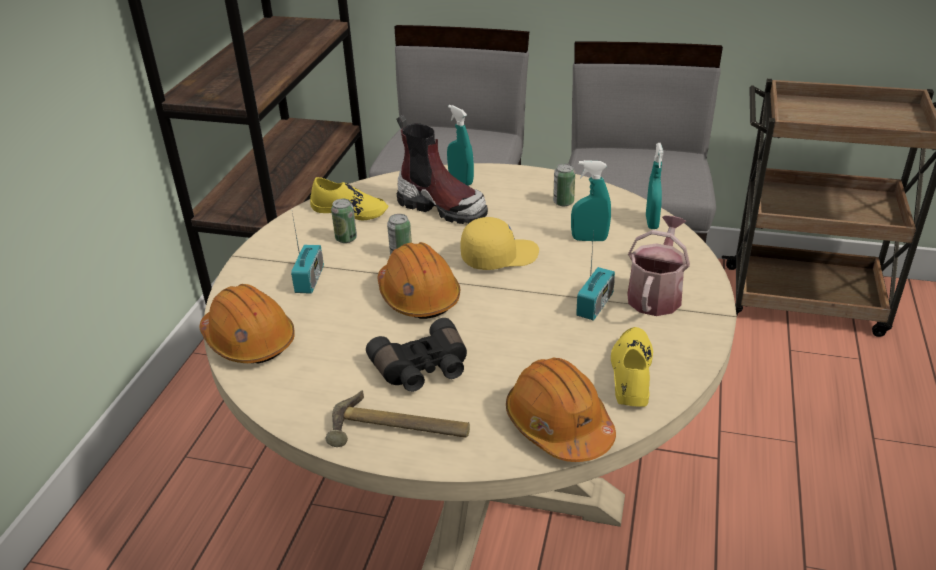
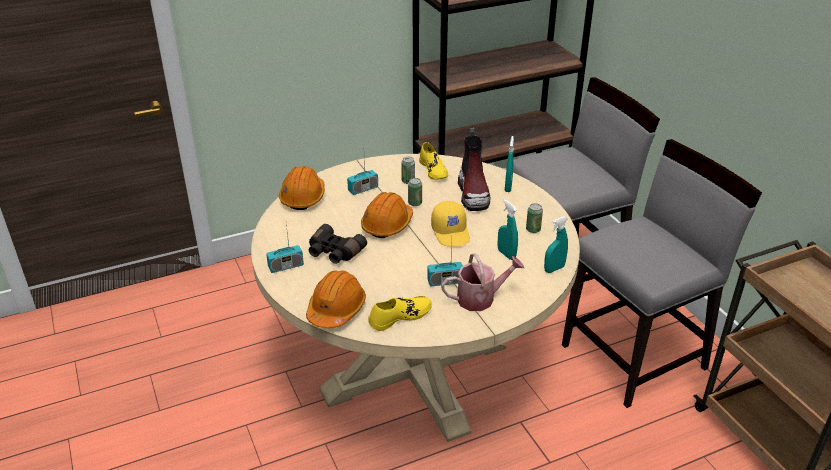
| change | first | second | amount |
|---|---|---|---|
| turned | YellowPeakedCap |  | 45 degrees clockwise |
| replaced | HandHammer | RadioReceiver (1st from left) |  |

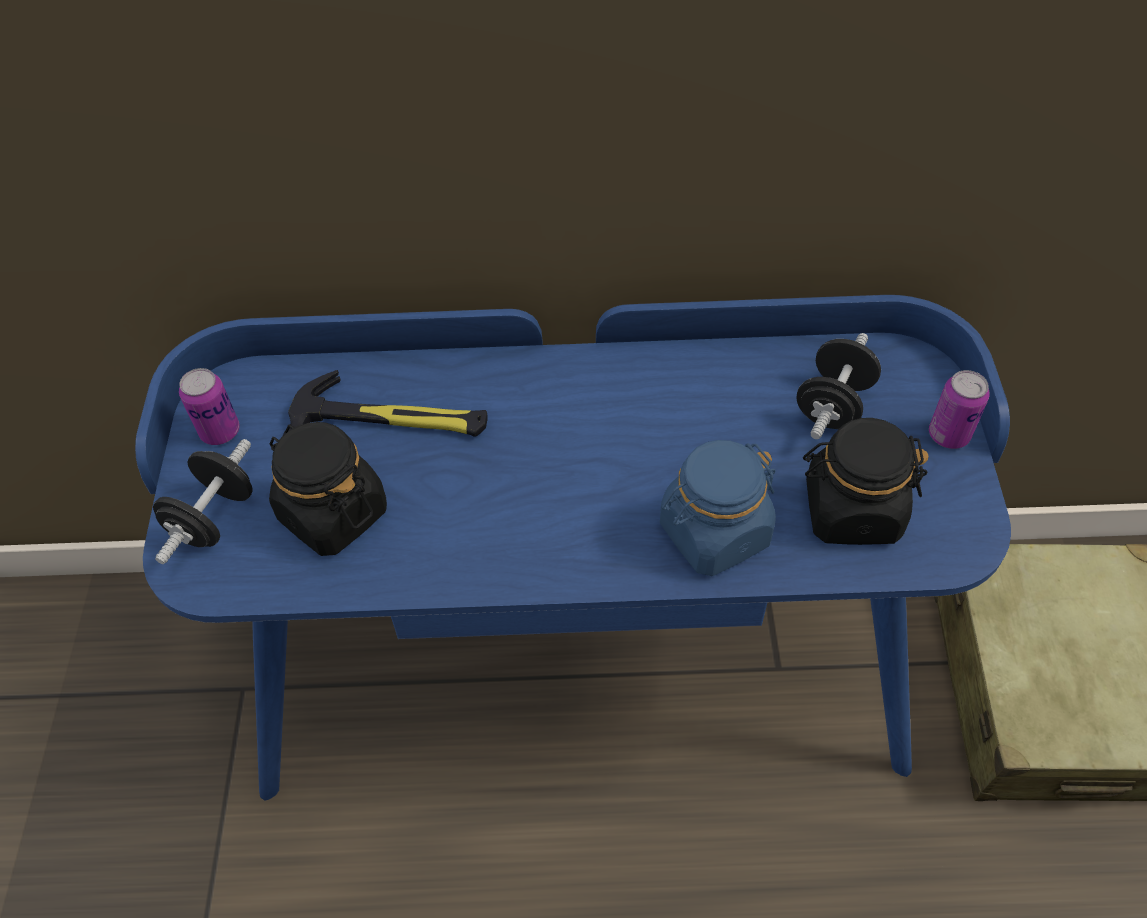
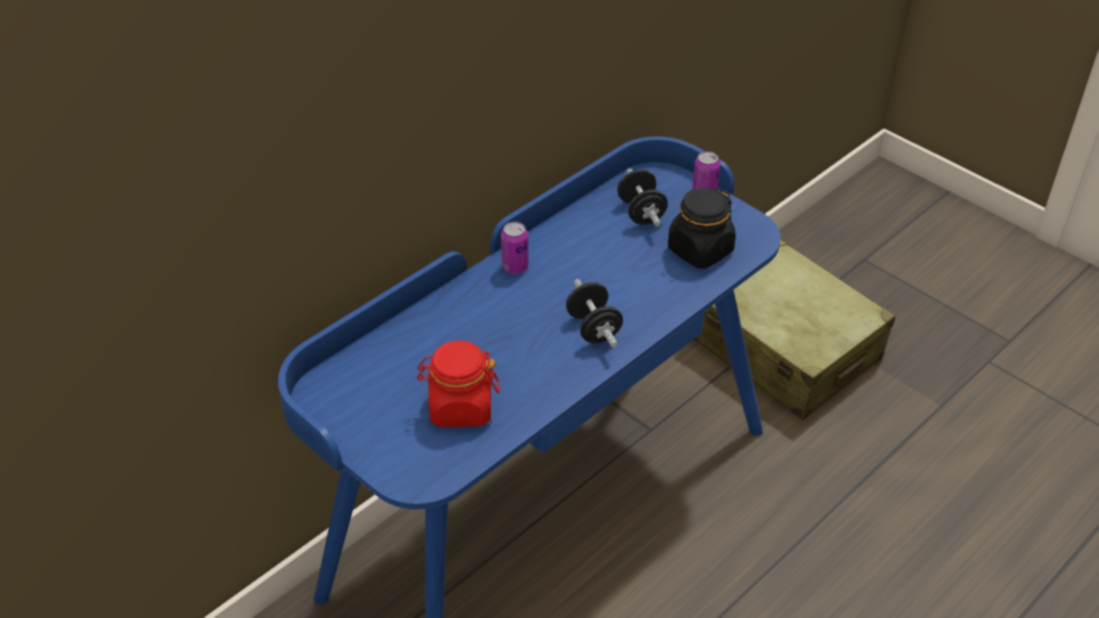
| change | first | second | amount |
|---|---|---|---|
| moved | SealedCan (1st from left) |  |  |
| removed | HandHammer |  |  |
| recoloured | BlackColouredJar (1st from left) | RedJar |  |
| moved | BlackColouredDumbbell (1st from left) |  |  |
| removed | BlueJar |  |  |

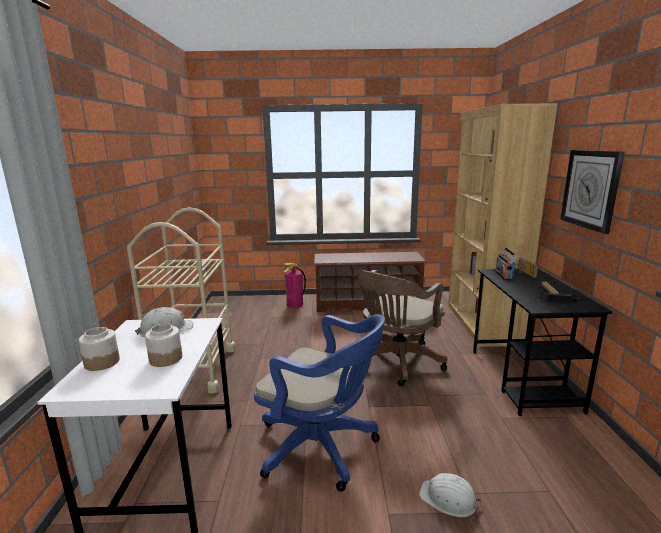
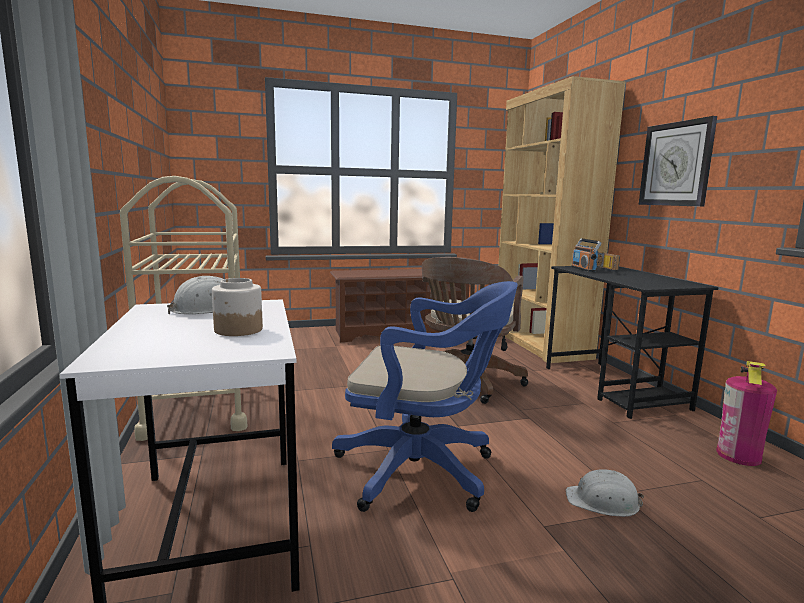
| change | first | second | amount |
|---|---|---|---|
| moved | FireExtinguisher |  |  |
| removed | HandHammer |  |  |
| removed | Jar (1st from left) |  |  |

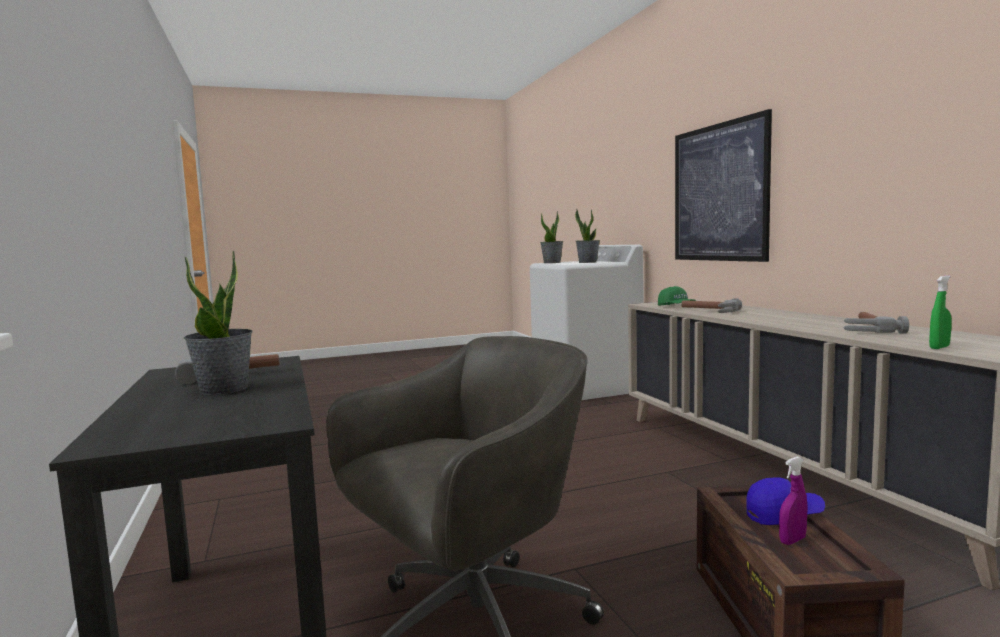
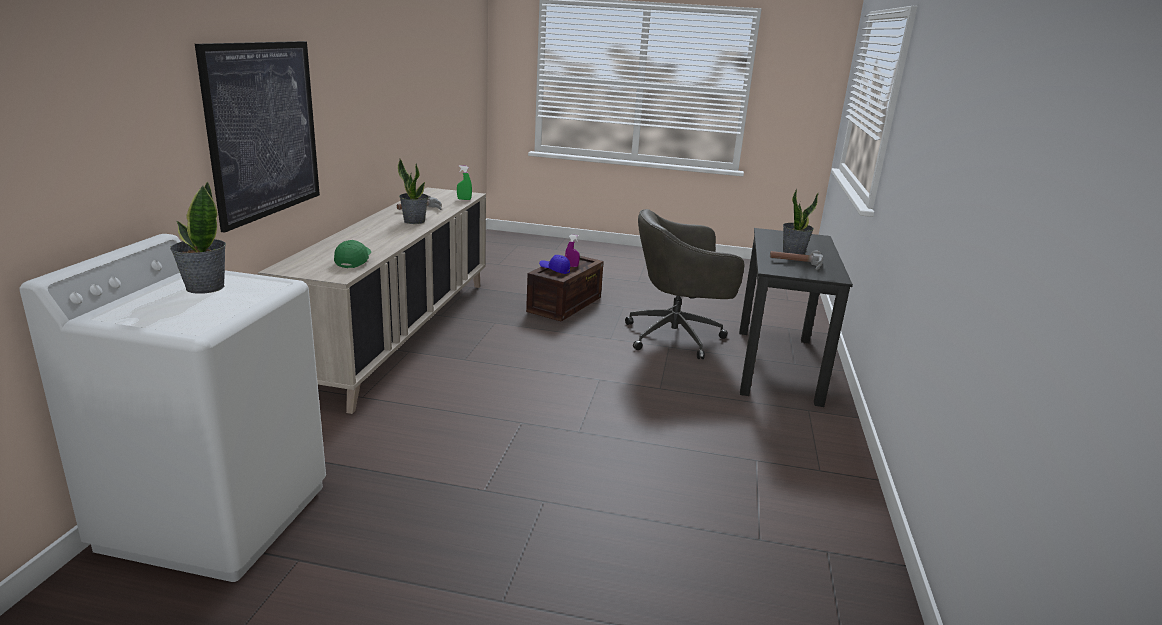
| change | first | second | amount |
|---|---|---|---|
| moved | PlantInAPot (2nd from left) |  |  |
| removed | HandHammer (2nd from left) |  |  |

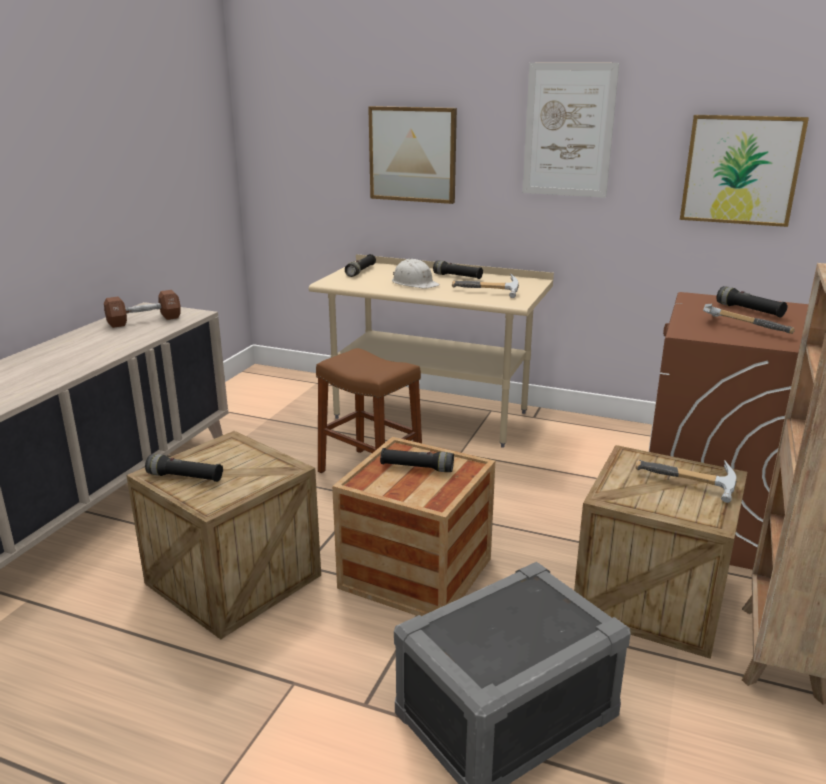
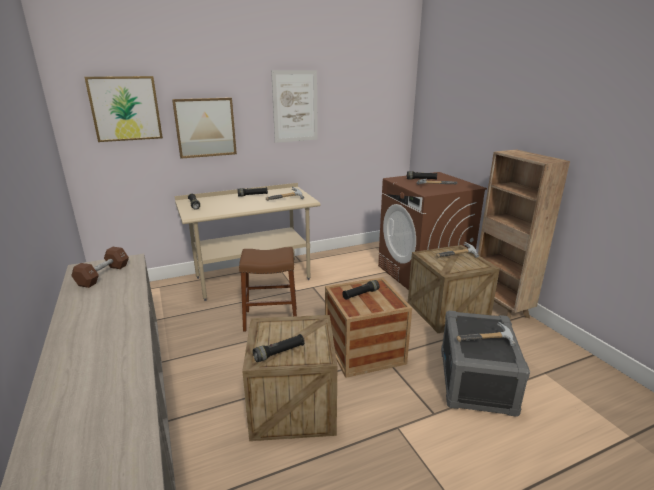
| change | first | second | amount |
|---|---|---|---|
| moved | WallPicture (3rd from left in the first image) | WallPicture (1st from left) |  |
| removed | WhiteColouredWorkHelmet |  |  |
| added |  | HandHammer (4th from left) |  |

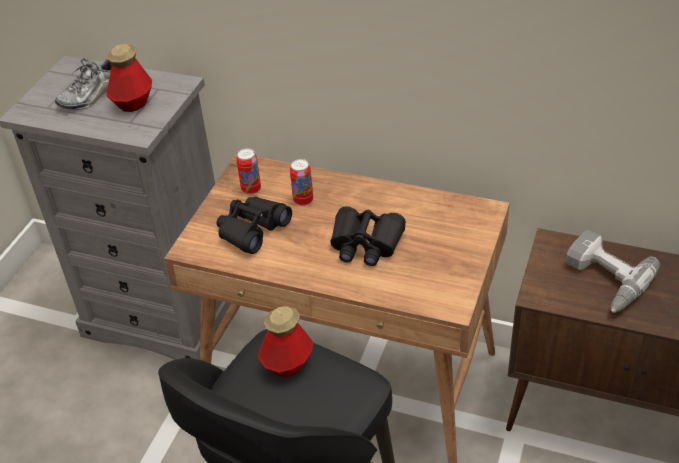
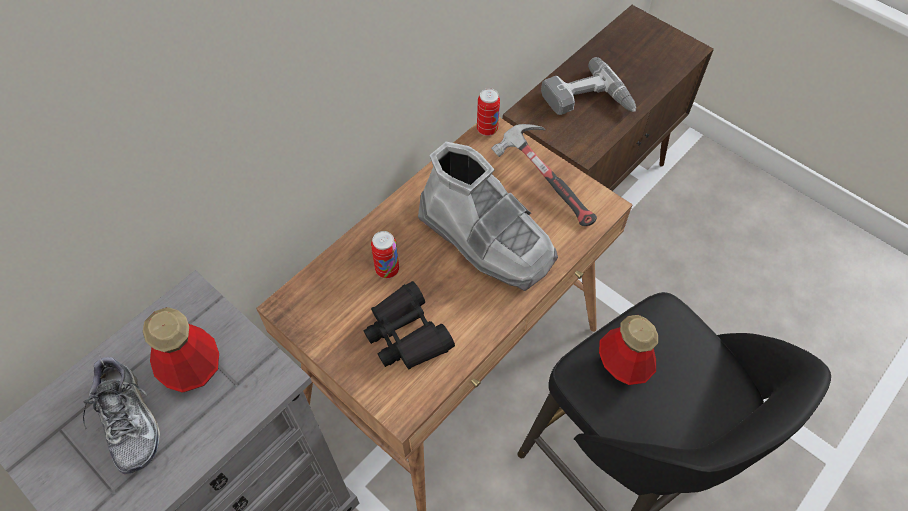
| change | first | second | amount |
|---|---|---|---|
| moved | SealedCan (1st from left in the first image) | SealedCan (2nd from left) |  |
| replaced | BlackColouredBinoculars (2nd from left) | GrayBoot |  |
| added |  | HandHammer |  |

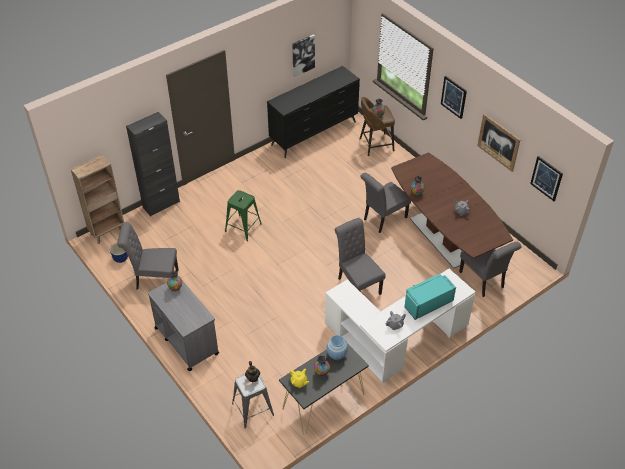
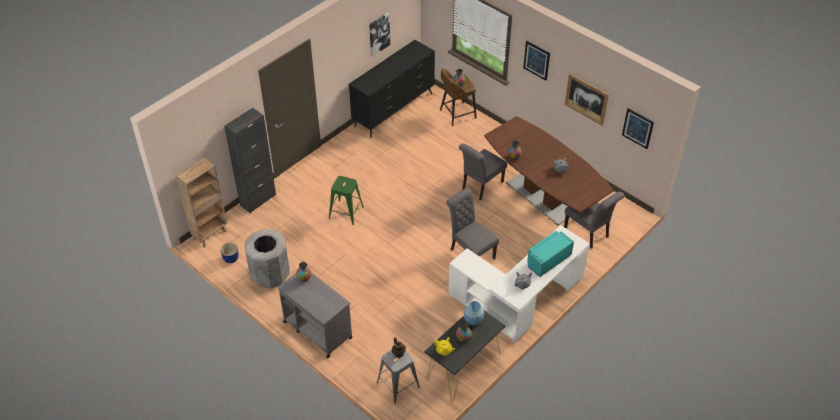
| change | first | second | amount |
|---|---|---|---|
| replaced | GrayPlainChair (1st from left) | GrayTrashCan |  |

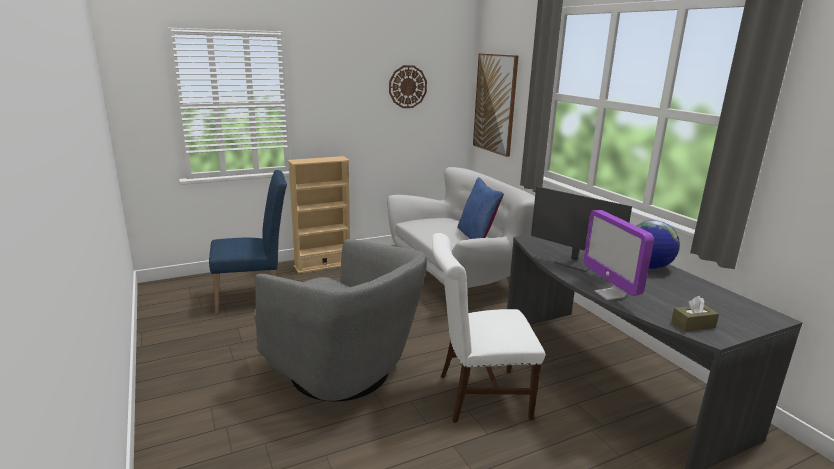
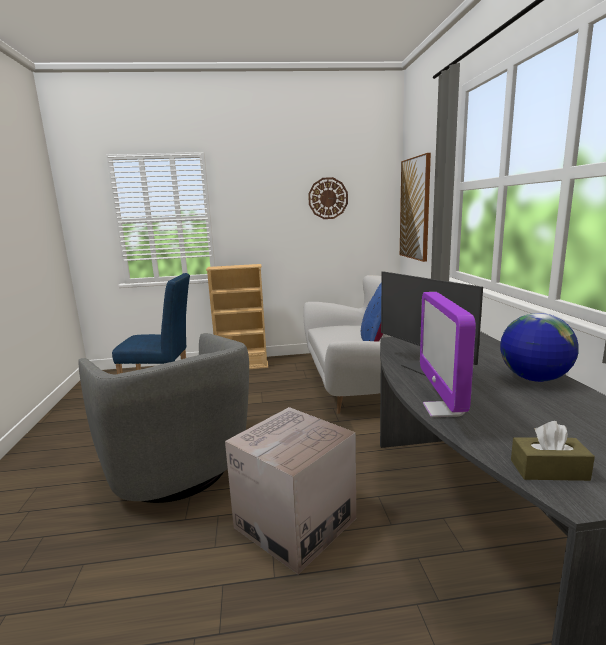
| change | first | second | amount |
|---|---|---|---|
| replaced | WhiteColouredPlainChair | CardboardBox |  |

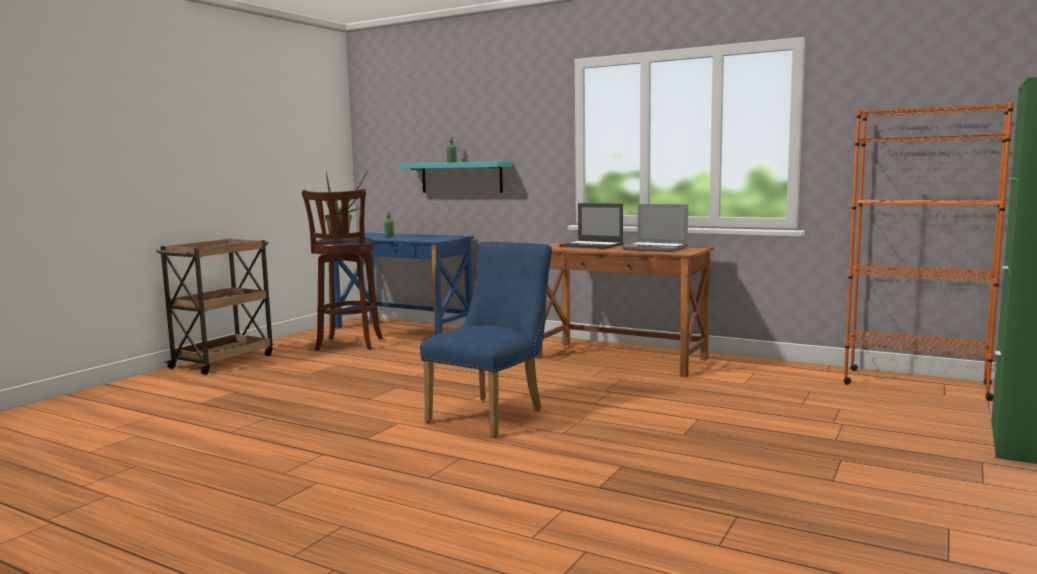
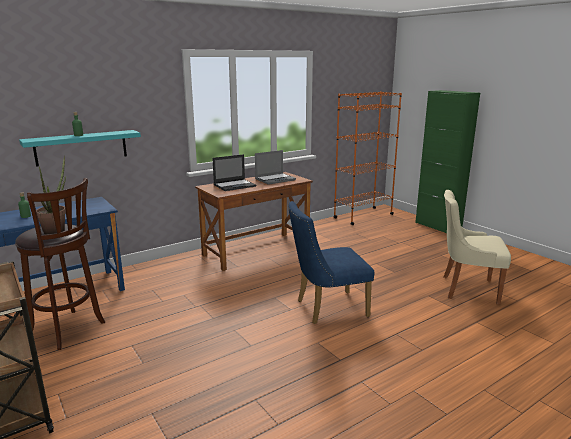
| change | first | second | amount |
|---|---|---|---|
| turned | BluePlainChair |  | 75 degrees counterclockwise |
| added |  | BeigePlainChair |  |

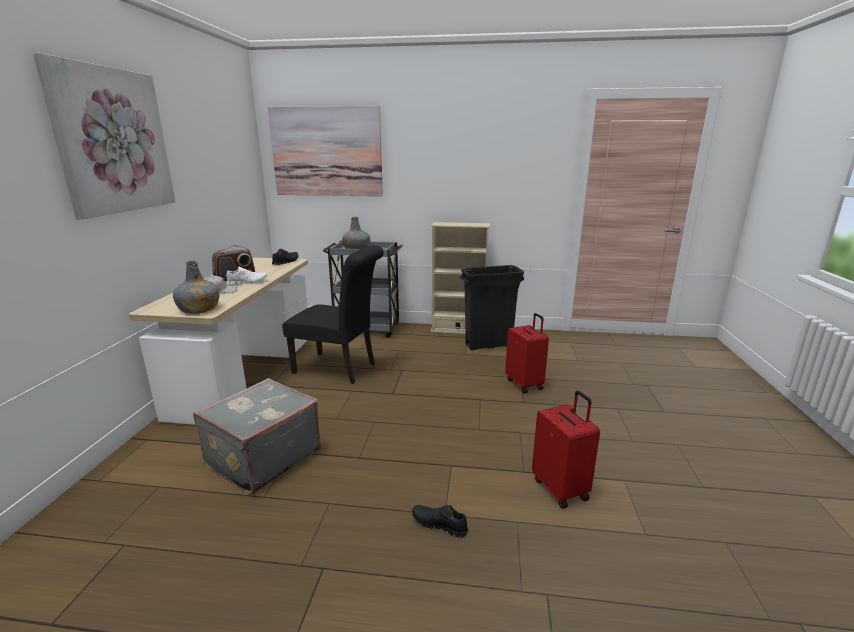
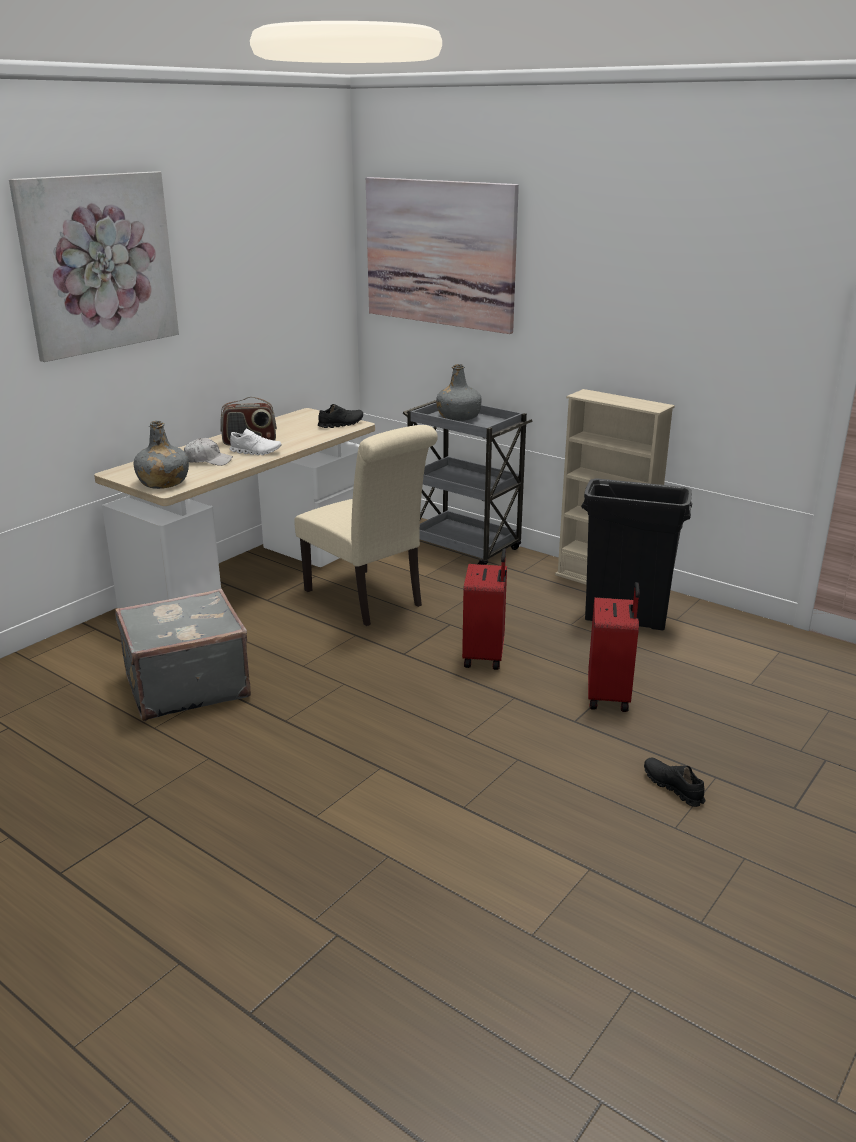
| change | first | second | amount |
|---|---|---|---|
| recoloured | BlackColouredPlainChair | BeigePlainChair |  |
| moved | RedPieceOfLuggage (2nd from left in the first image) | RedPieceOfLuggage (1st from left) |  |
| moved | BlackColouredShoe (2nd from left) |  |  |

